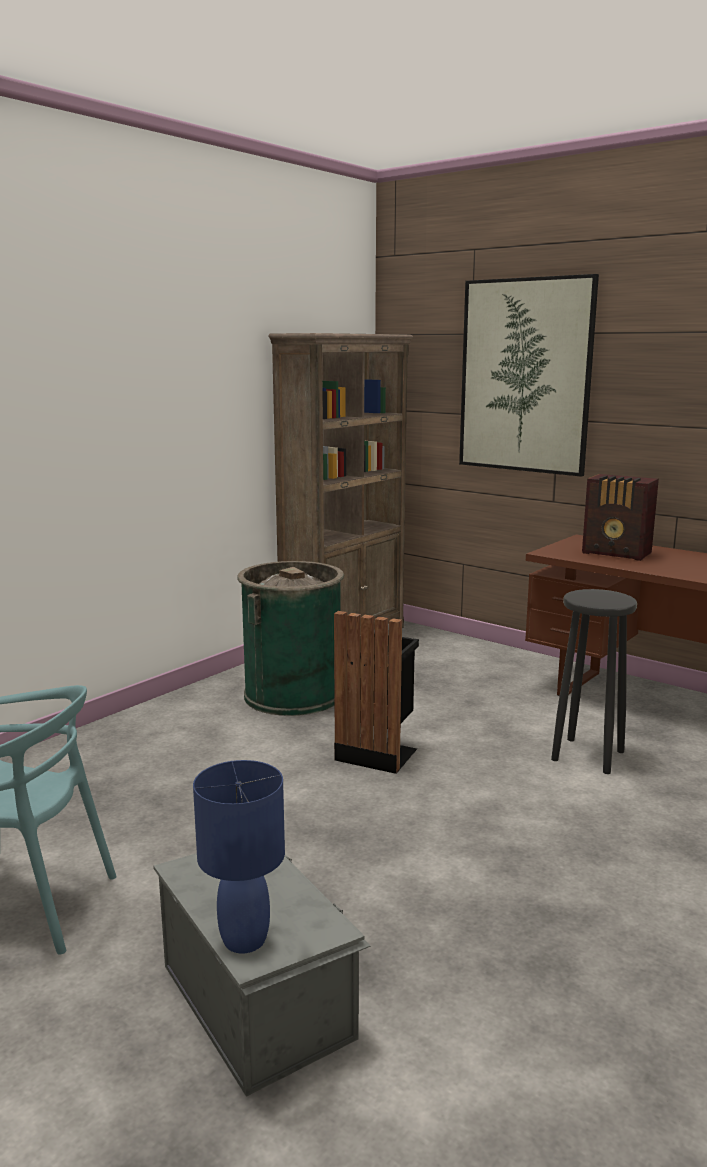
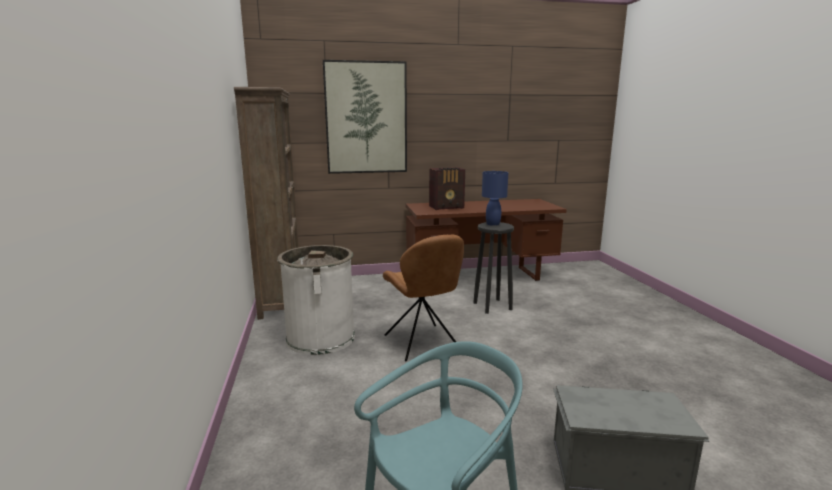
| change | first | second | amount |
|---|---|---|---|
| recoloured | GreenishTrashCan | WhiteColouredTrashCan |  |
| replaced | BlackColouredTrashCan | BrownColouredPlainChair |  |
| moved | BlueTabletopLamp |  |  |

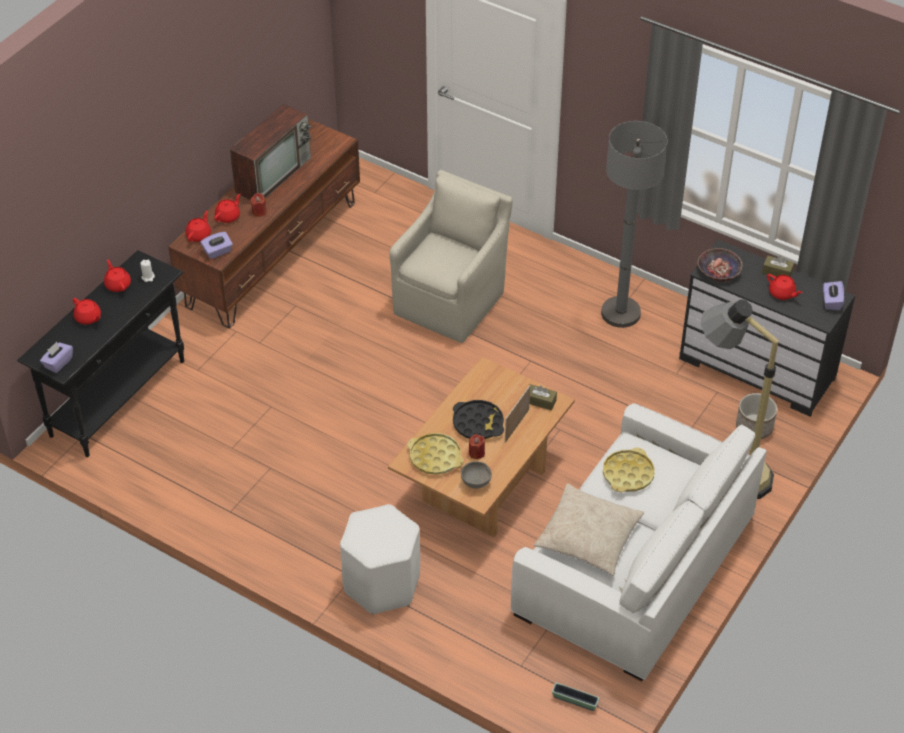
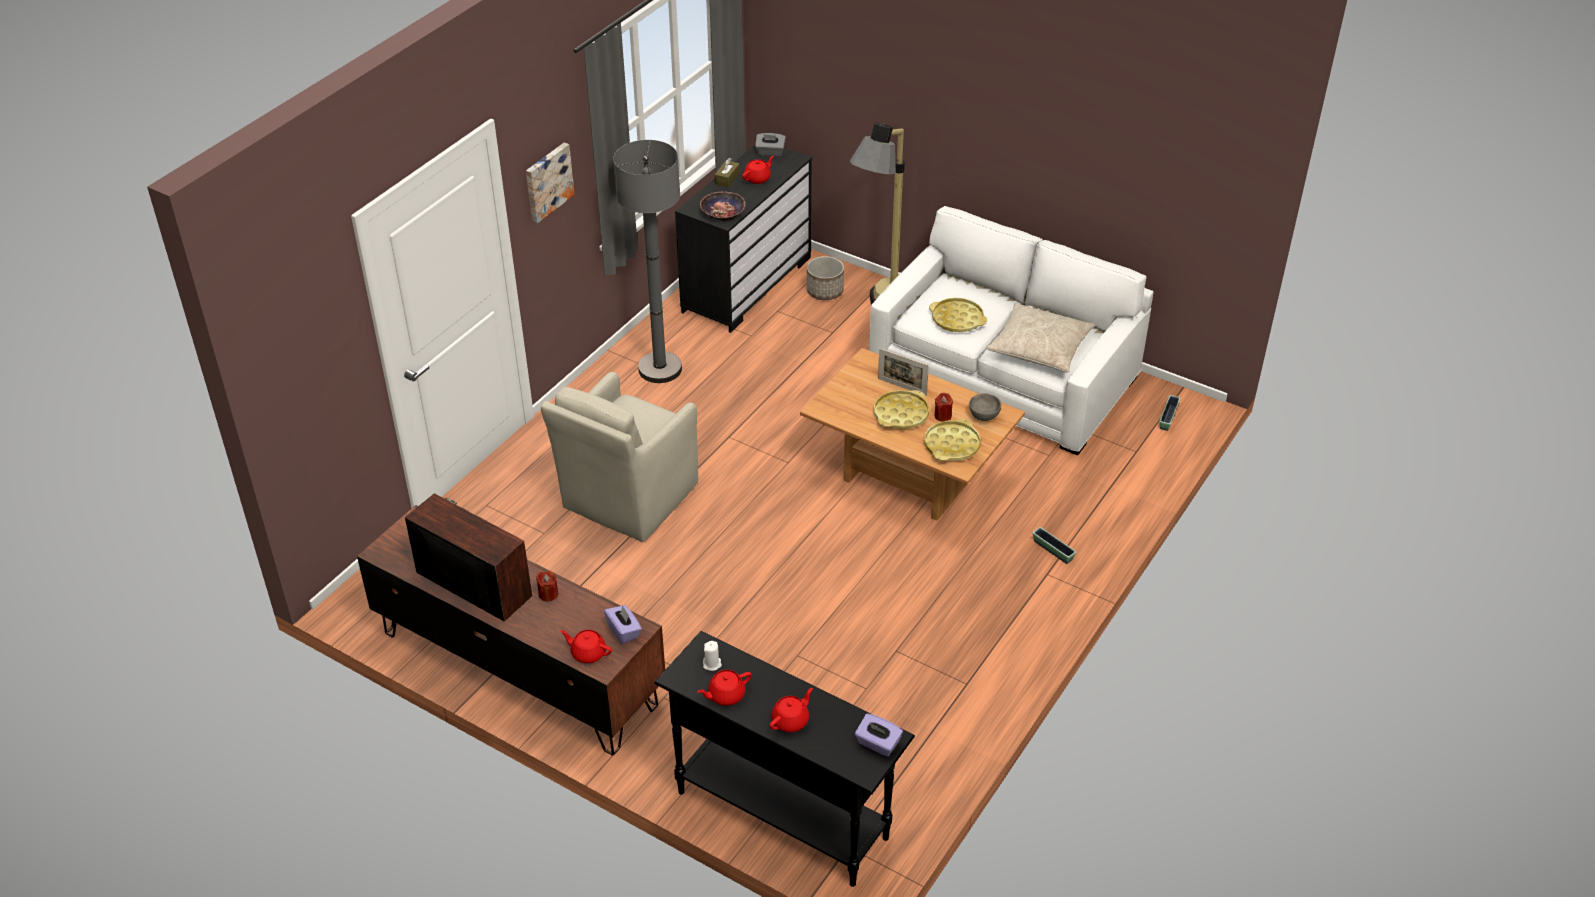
| change | first | second | amount |
|---|---|---|---|
| turned | BeigeEasyChair |  | 90 degrees counterclockwise |
| removed | RedPotForTea (4th from left) |  |  |
| recoloured | PurpleColouredTissueBox (3rd from left) | GrayTissueBox |  |
| removed | BrownColouredTissueBox (1st from left) |  |  |
| recoloured | BlackColouredCarryingTray | YellowCarryingTray (1st from left) |  |
| replaced | WhiteColouredSittingStool | FlowerPot (2nd from left) |  |
| added |  | WallPicture |  |

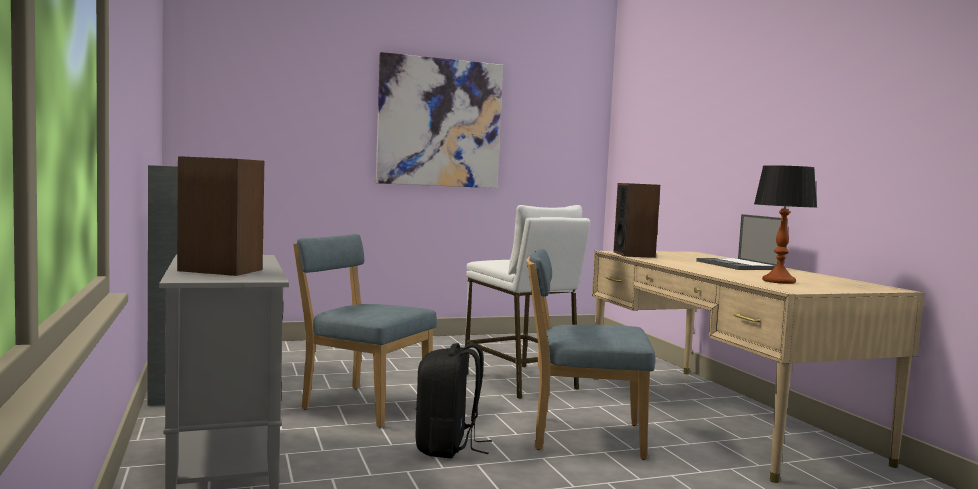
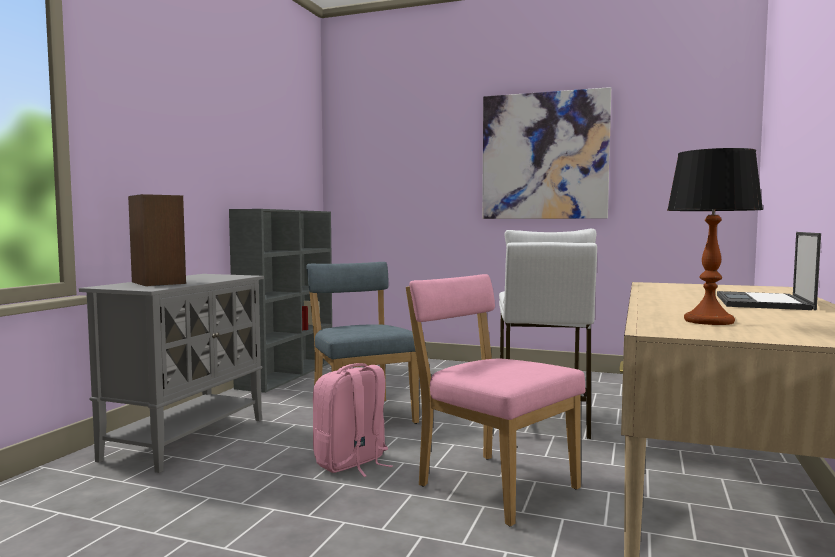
| change | first | second | amount |
|---|---|---|---|
| removed | AudioSpeaker (2nd from left) |  |  |
| recoloured | BluePlainChair (2nd from left) | PinkishPlainChair |  |
| recoloured | BlackColouredRucksack | PinkishRucksack |  |

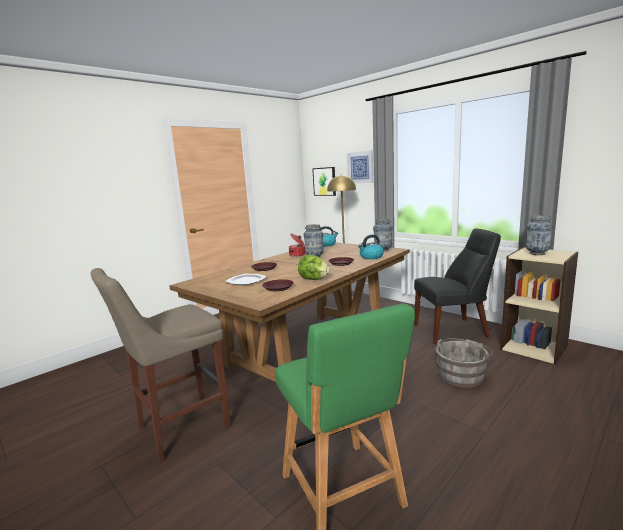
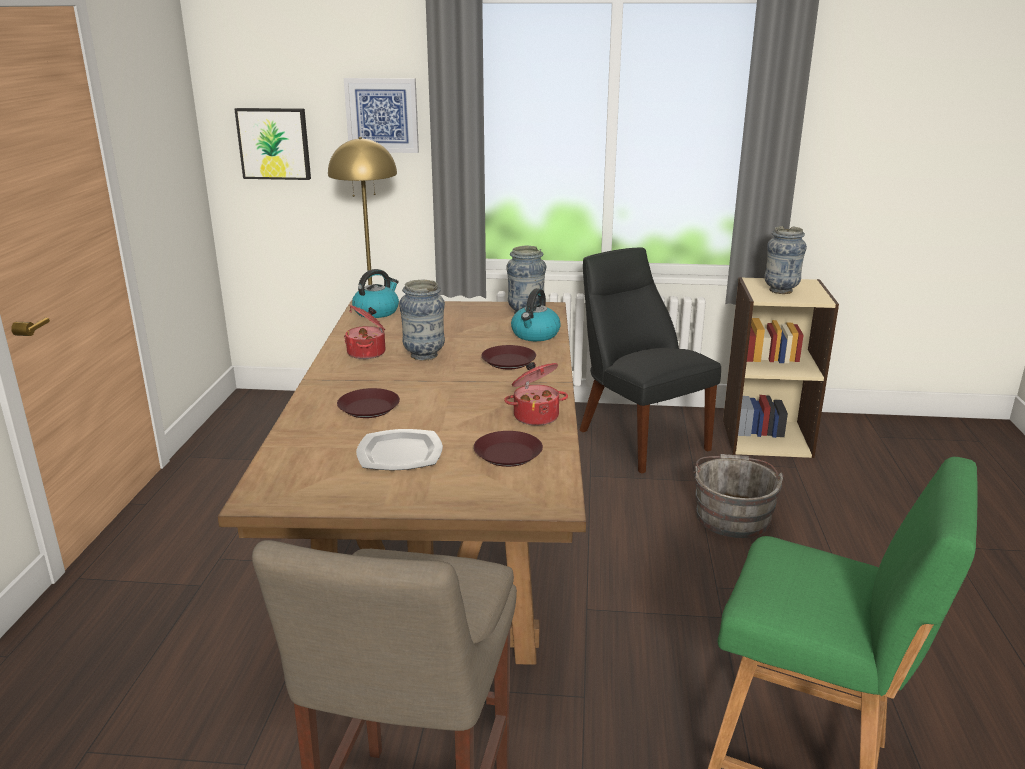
| change | first | second | amount |
|---|---|---|---|
| turned | BlackColouredPlainChair |  | 75 degrees counterclockwise |
| replaced | LettuceHead | Stockpot (2nd from left) |  |

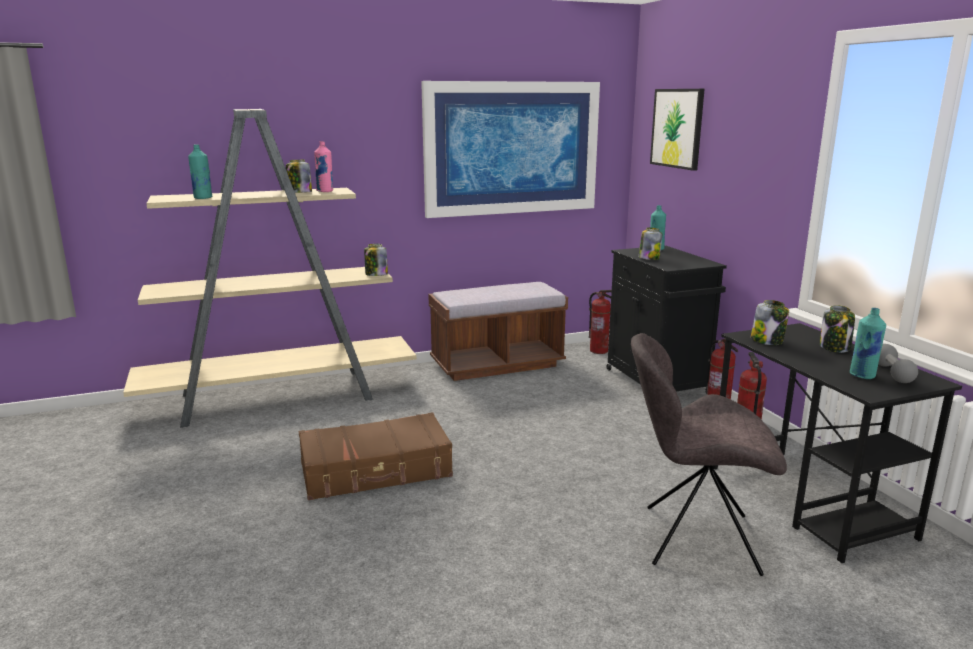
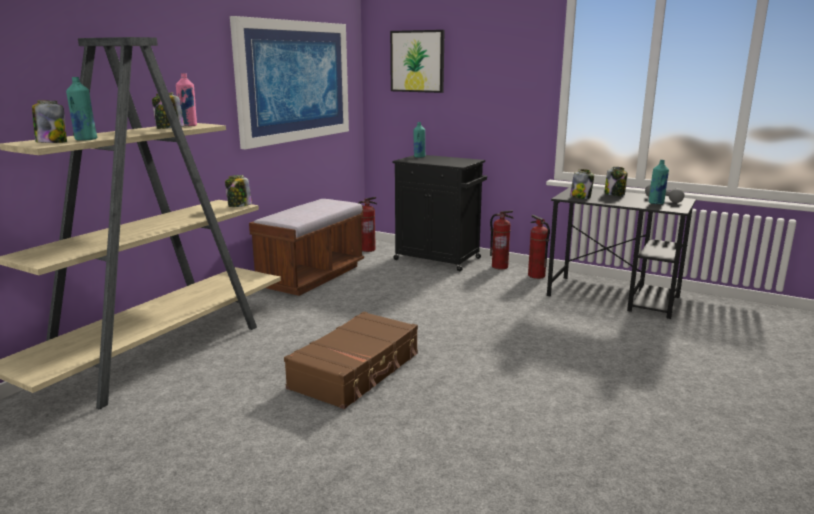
| change | first | second | amount |
|---|---|---|---|
| moved | Jar (3rd from left in the first image) | Jar (1st from left) |  |
| removed | GrayPlainChair |  |  |

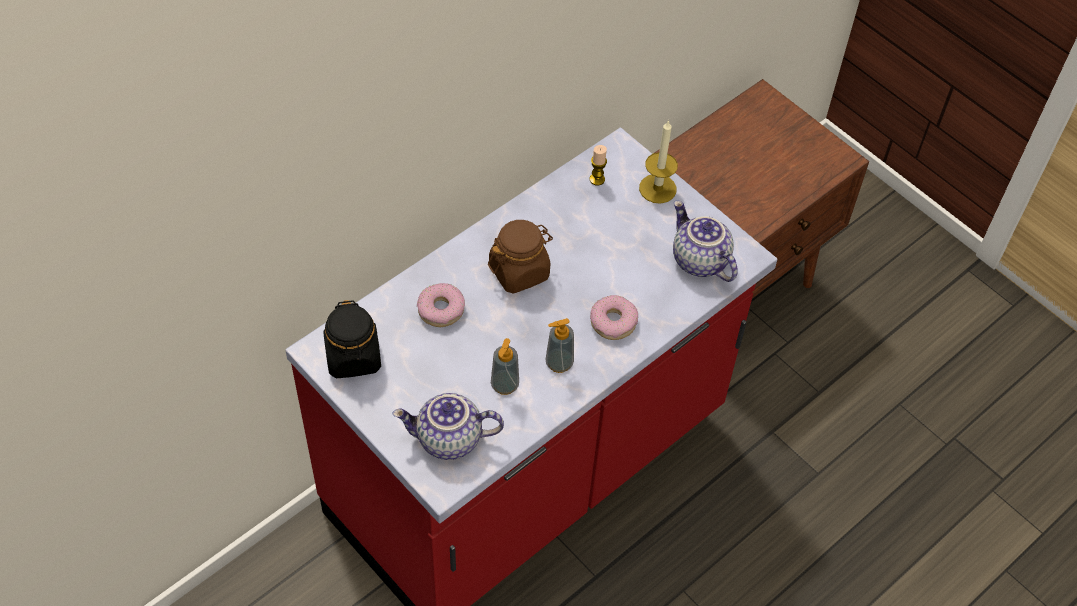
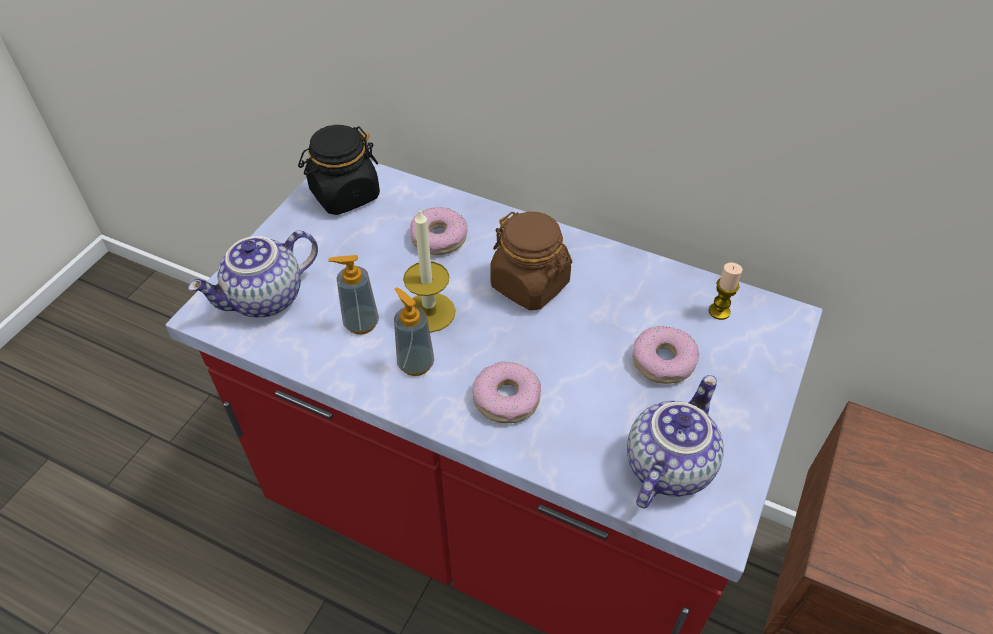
| change | first | second | amount |
|---|---|---|---|
| moved | WaxLight (2nd from left in the first image) | WaxLight (1st from left) |  |
| turned | PotForTea (1st from left) |  | 105 degrees counterclockwise |
| added |  | Doughnut (3rd from left) |  |

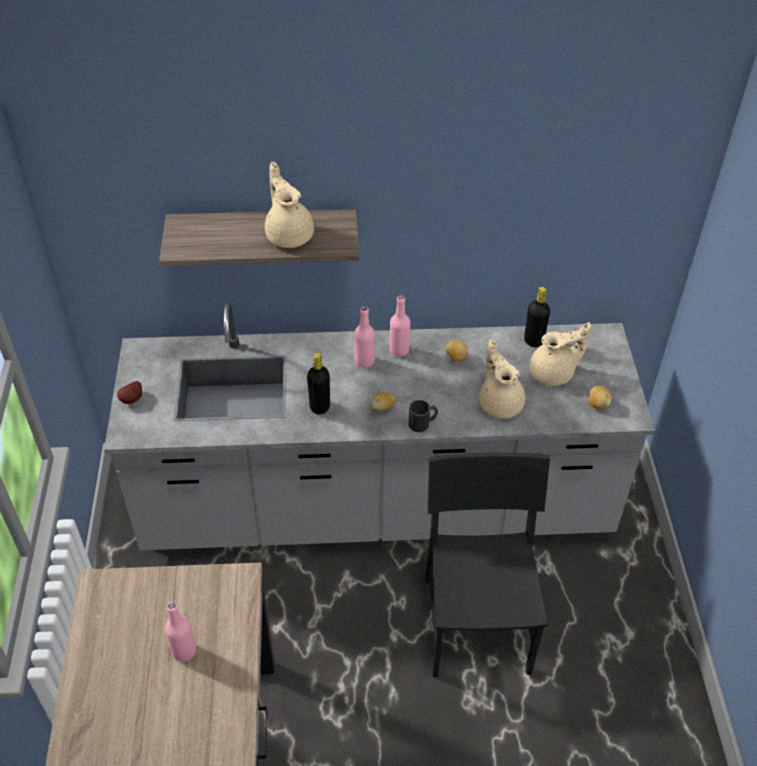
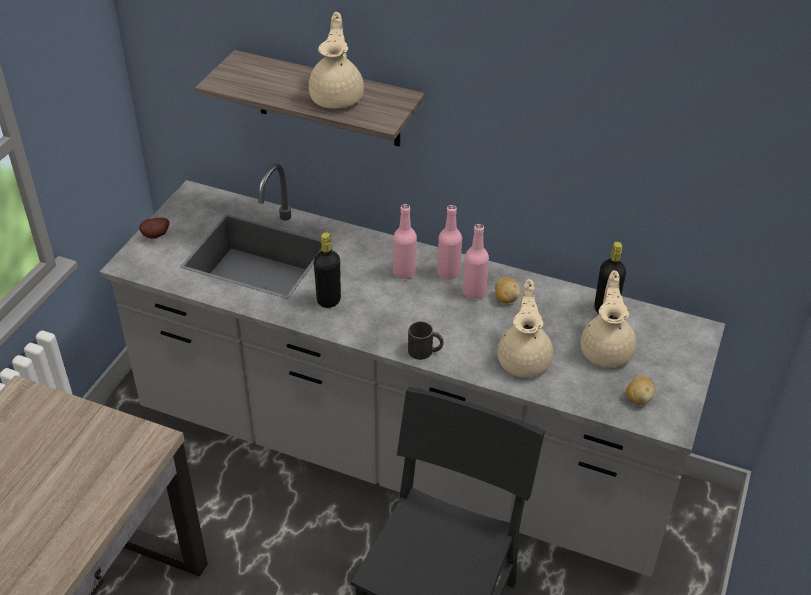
| change | first | second | amount |
|---|---|---|---|
| turned | BeigePotForTea (3rd from left) |  | 90 degrees counterclockwise |
| removed | WholePotato (2nd from left) |  |  |
| moved | PinkishDrinkBottle (1st from left in the first image) | PinkishDrinkBottle (3rd from left) |  |

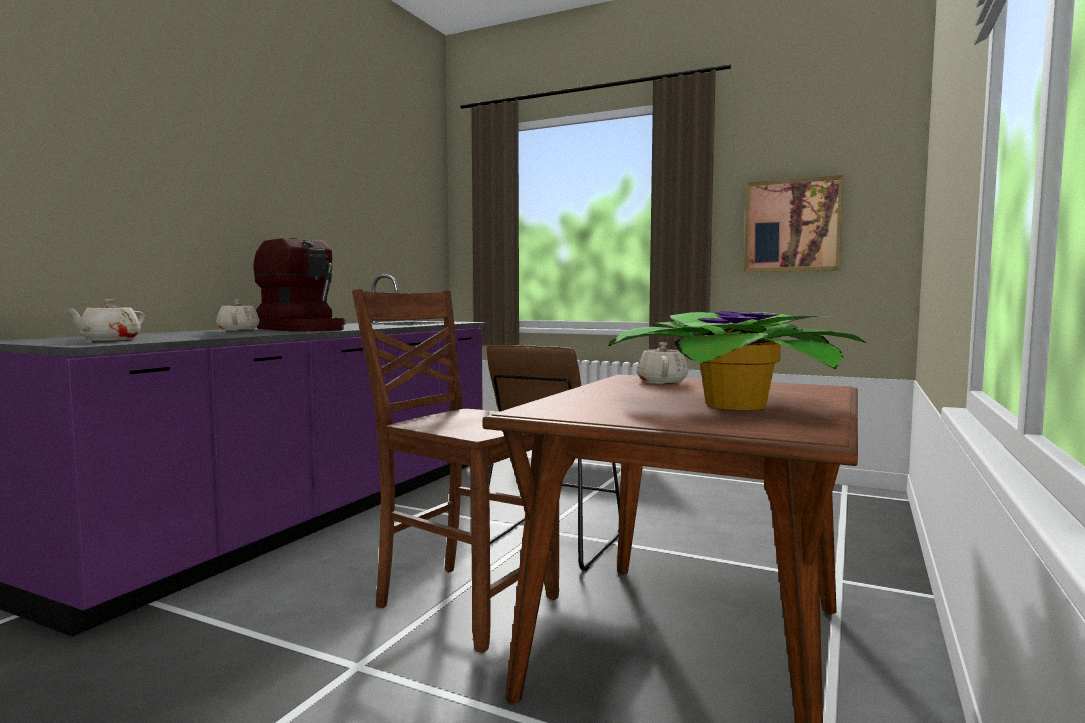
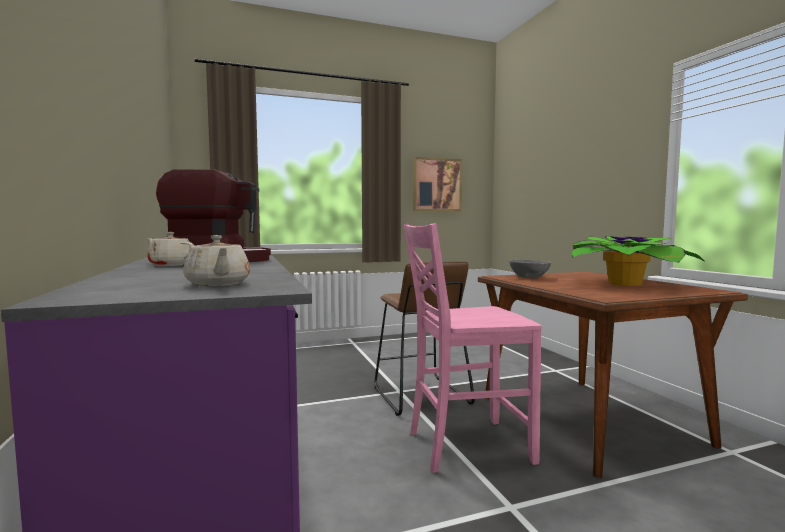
| change | first | second | amount |
|---|---|---|---|
| recoloured | BrownColouredPlainChair | PinkishPlainChair |  |
| replaced | BeigePotForTea (3rd from left) | GrayServingBowl |  |

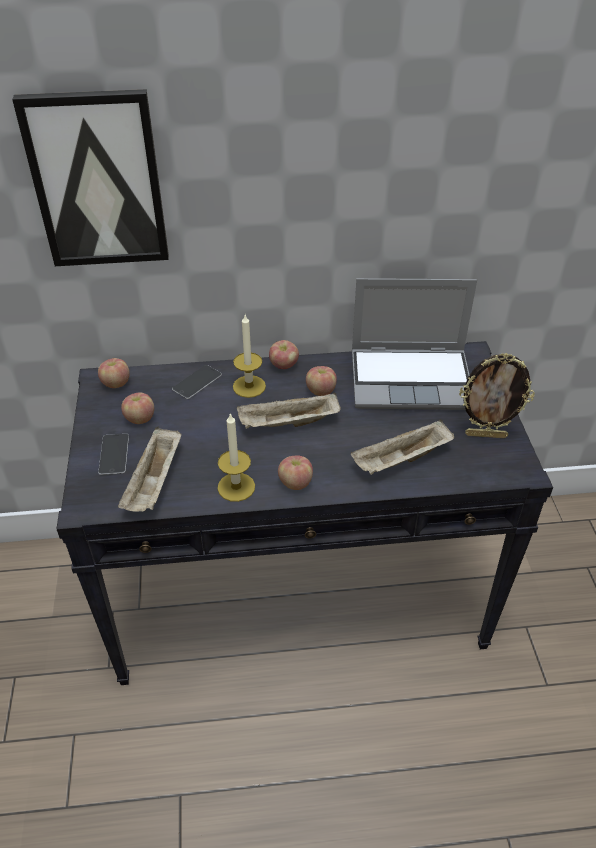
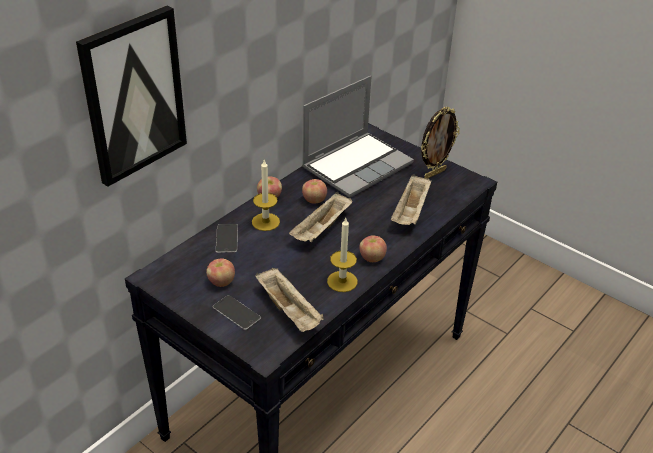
| change | first | second | amount |
|---|---|---|---|
| removed | AppleFruit (1st from left) |  |  |

